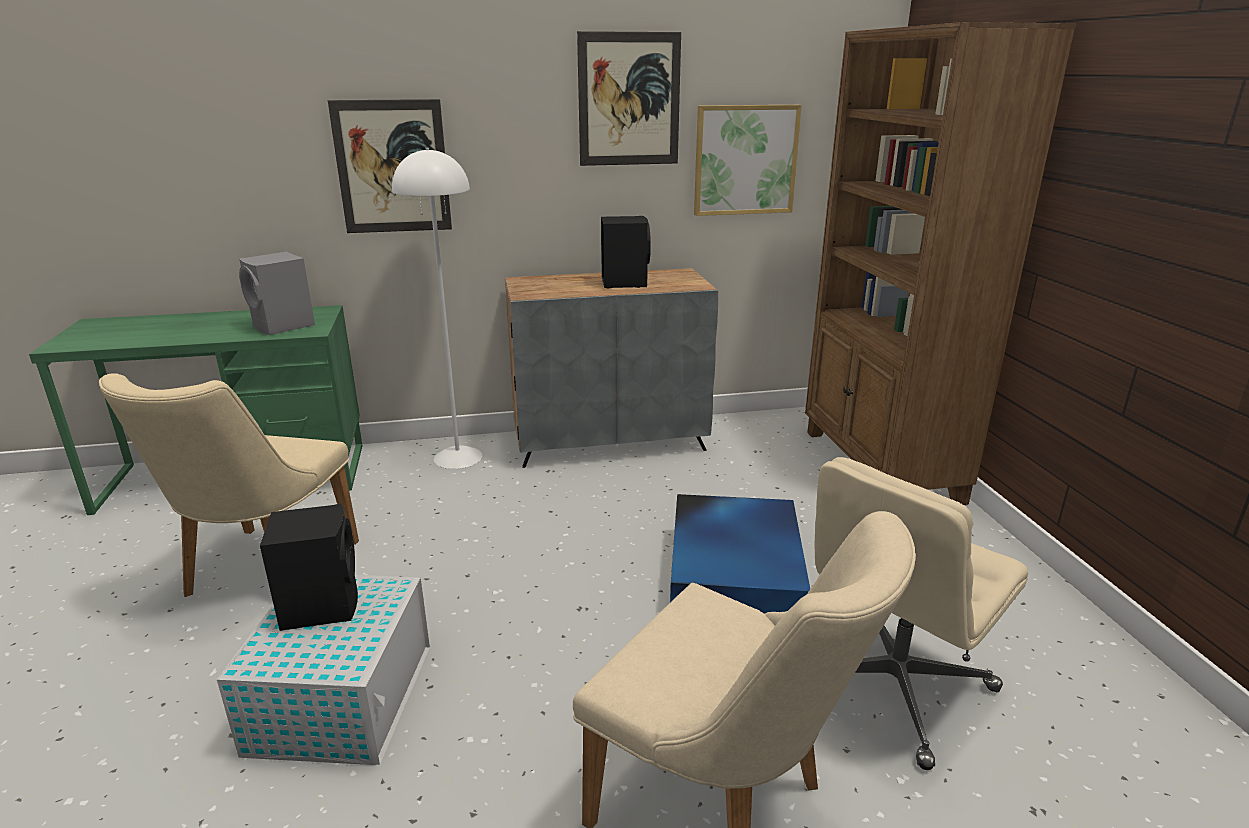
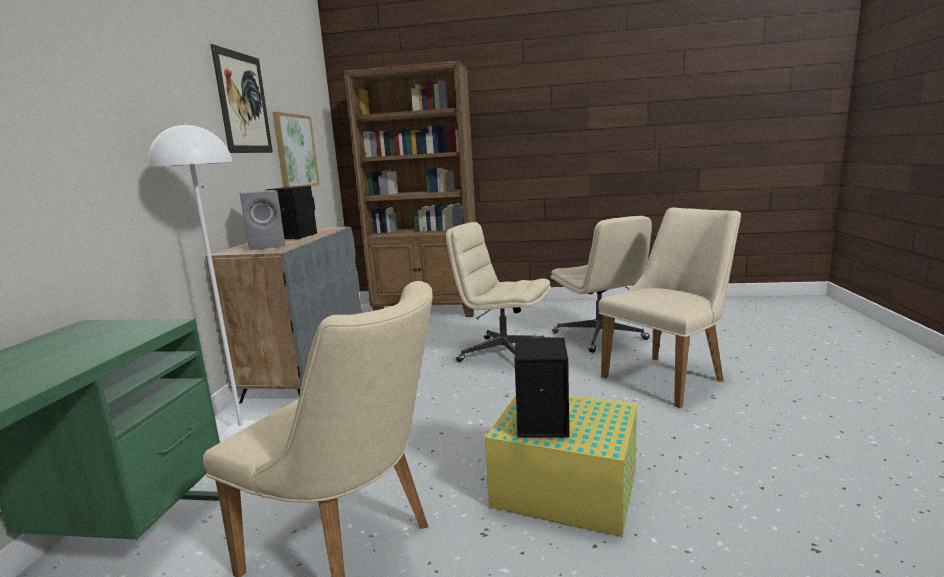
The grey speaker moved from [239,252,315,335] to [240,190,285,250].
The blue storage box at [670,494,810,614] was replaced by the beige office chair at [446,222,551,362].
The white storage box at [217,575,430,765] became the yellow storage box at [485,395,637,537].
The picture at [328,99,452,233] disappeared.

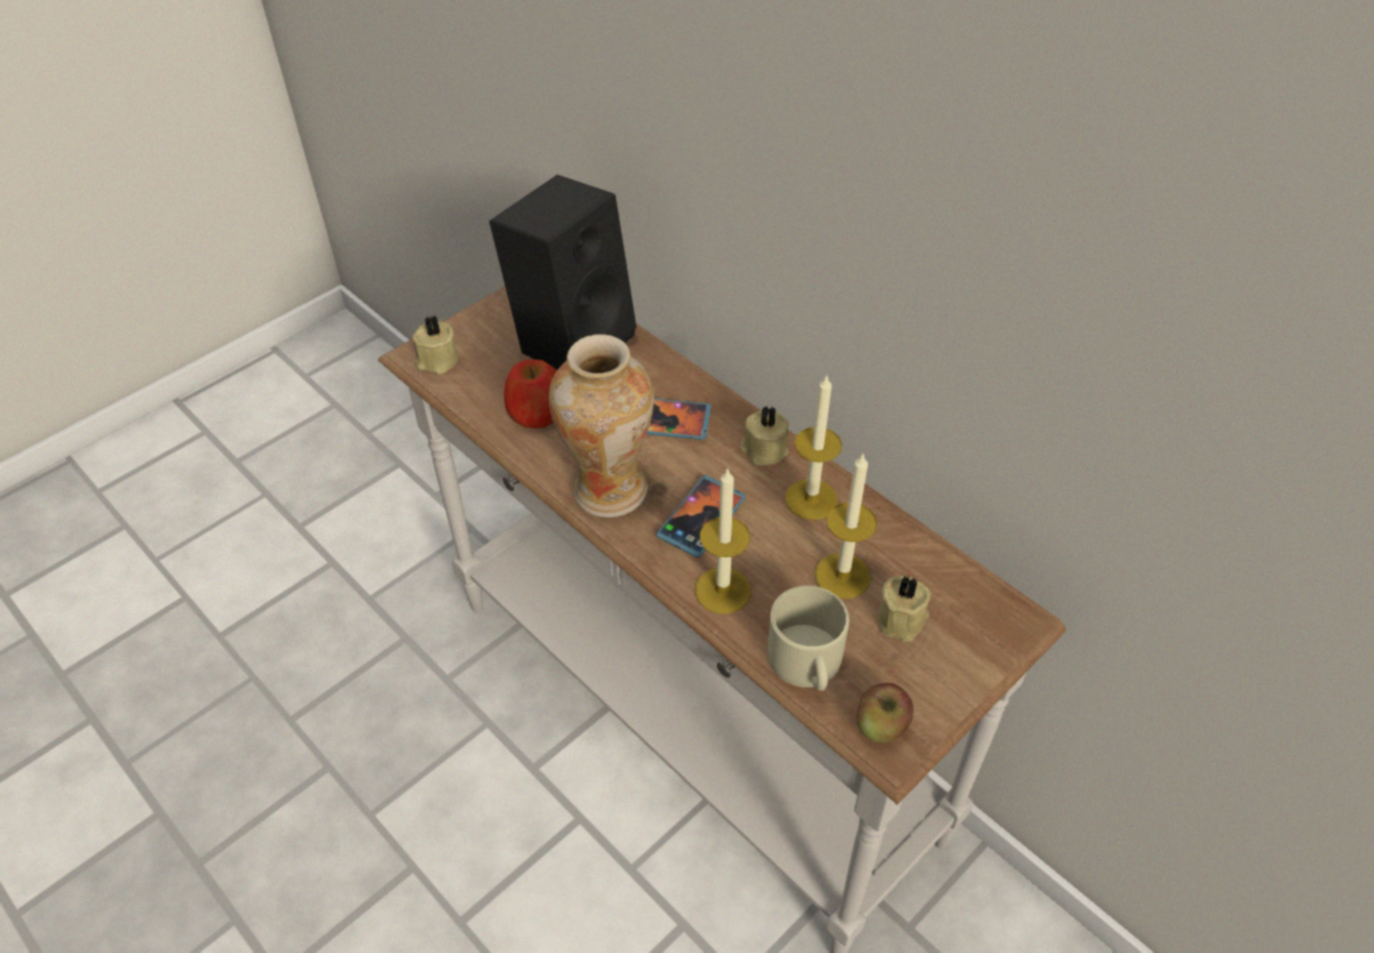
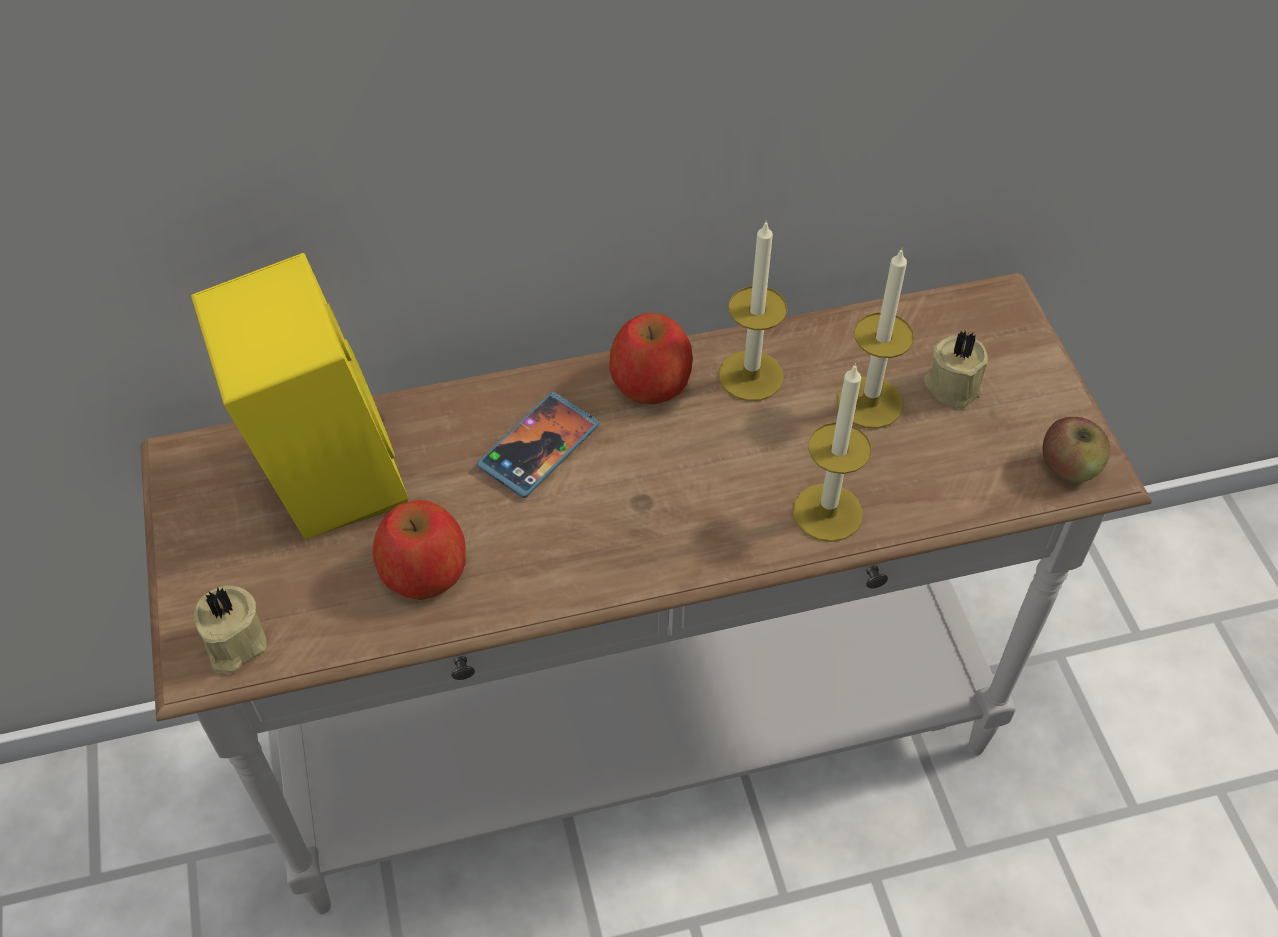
The black speaker at [489,175,636,370] became the yellow speaker at [191,253,409,540].
The beige candle at [740,406,789,466] was replaced by the apple at [609,313,693,404].
The vase at [549,334,654,517] disappeared.
The phone at [656,475,746,558] disappeared.
The beige mug at [768,586,849,691] disappeared.

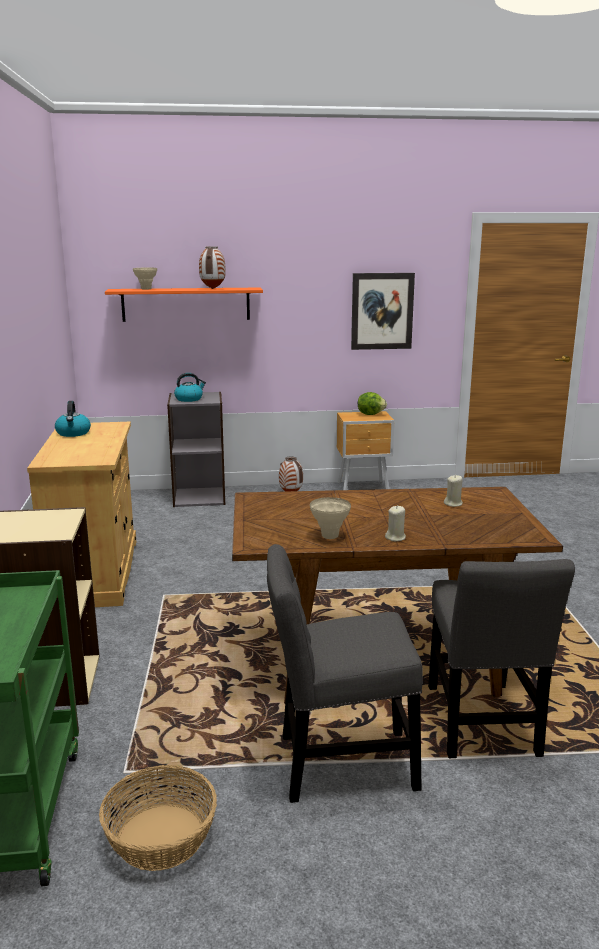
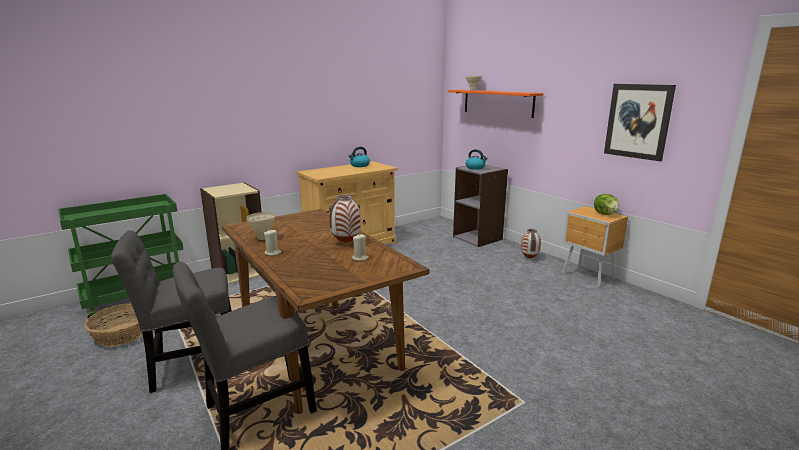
The grey chair at [267,544,423,803] turned 75 degrees counterclockwise.
The vase moved from [199,246,226,289] to [329,195,361,243].

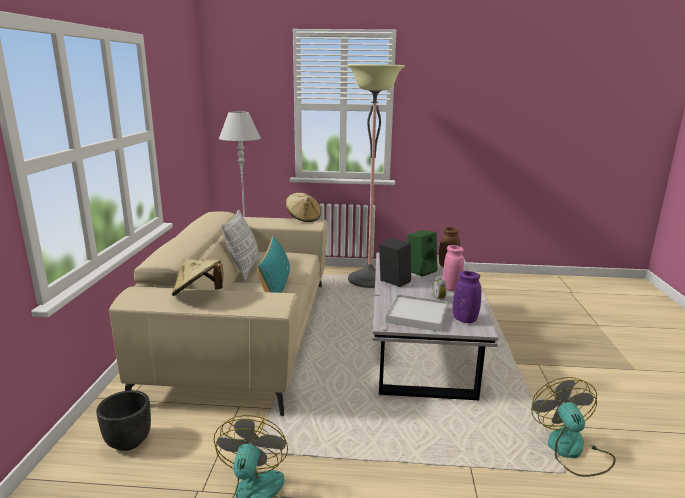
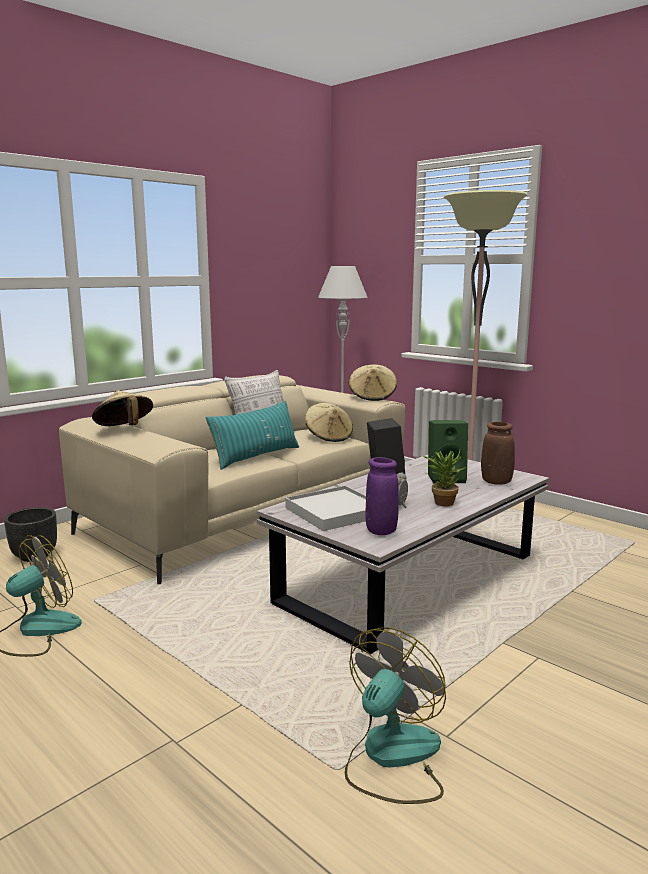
The beige hat at [305,403,353,442] appeared.
The pink vase at [443,245,464,291] was replaced by the potted plant at [423,447,466,506].

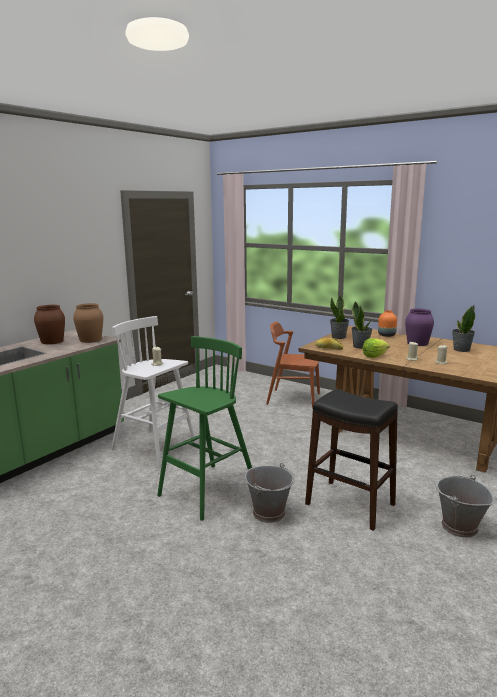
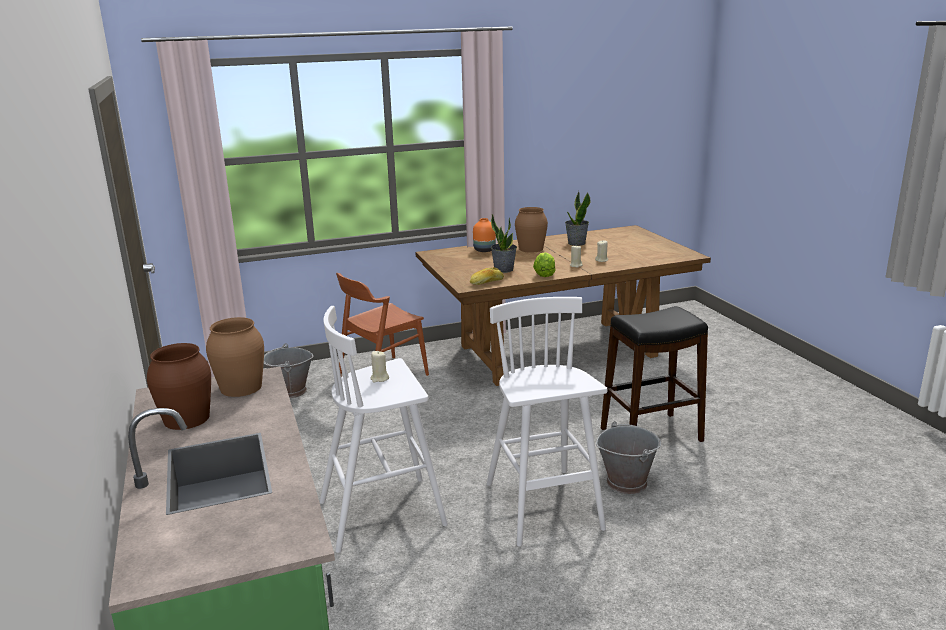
The grey bucket moved from [436,475,494,538] to [264,343,314,399].
The green stool at [157,336,252,521] became the white stool at [487,297,608,547].
The purple vase at [405,308,434,346] became the brown vase at [515,207,548,253].
The potted plant at [330,295,349,339] disappeared.

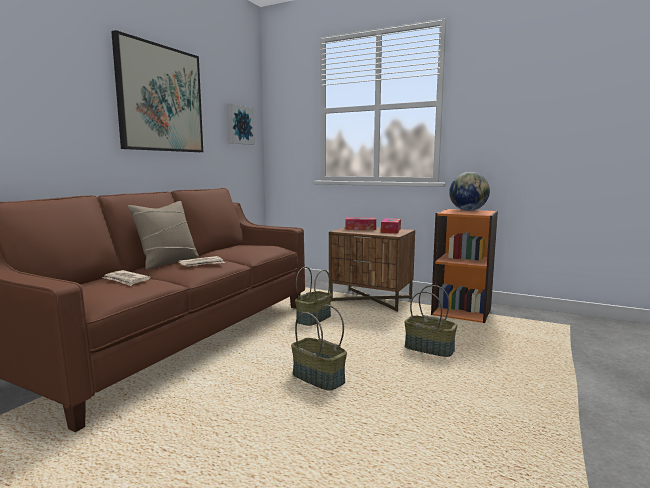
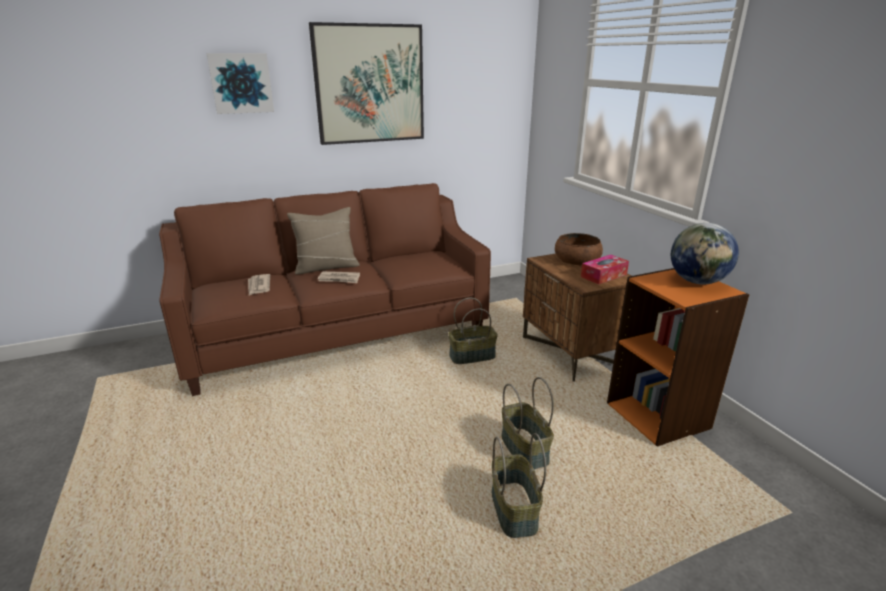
The picture moved from [227,103,255,145] to [207,53,274,114].
The basket moved from [291,305,347,390] to [492,433,546,538].
The tissue box at [345,217,376,230] was replaced by the brown bowl at [555,233,603,266].

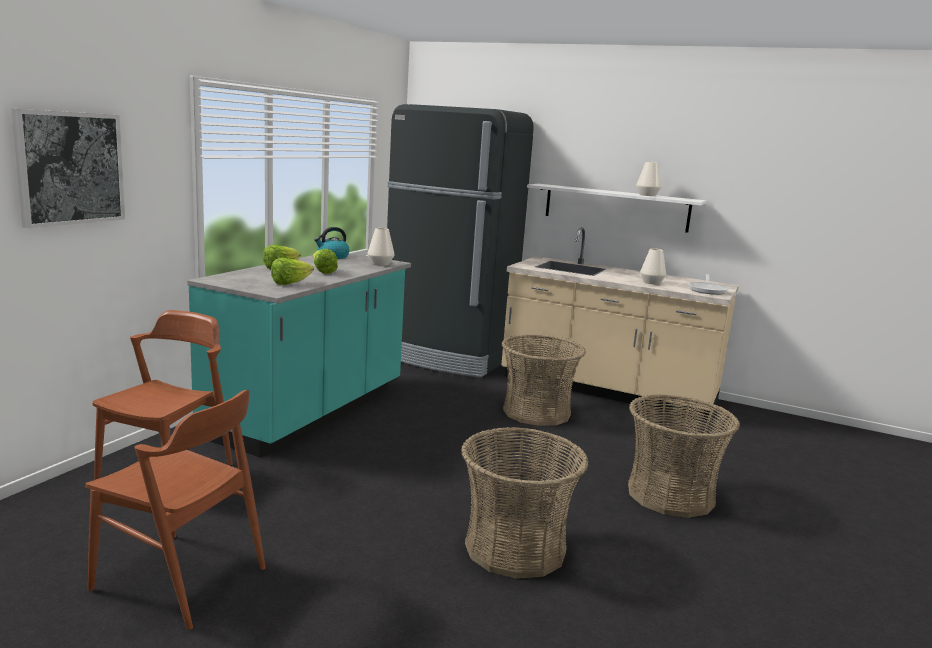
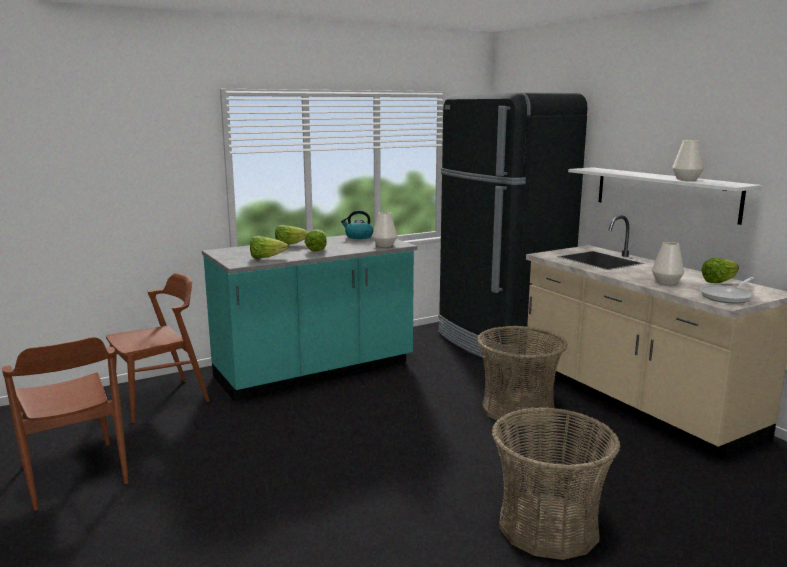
The lettuce at [701,258,739,283] appeared.
The picture at [12,109,125,228] disappeared.
The basket at [461,427,589,579] disappeared.

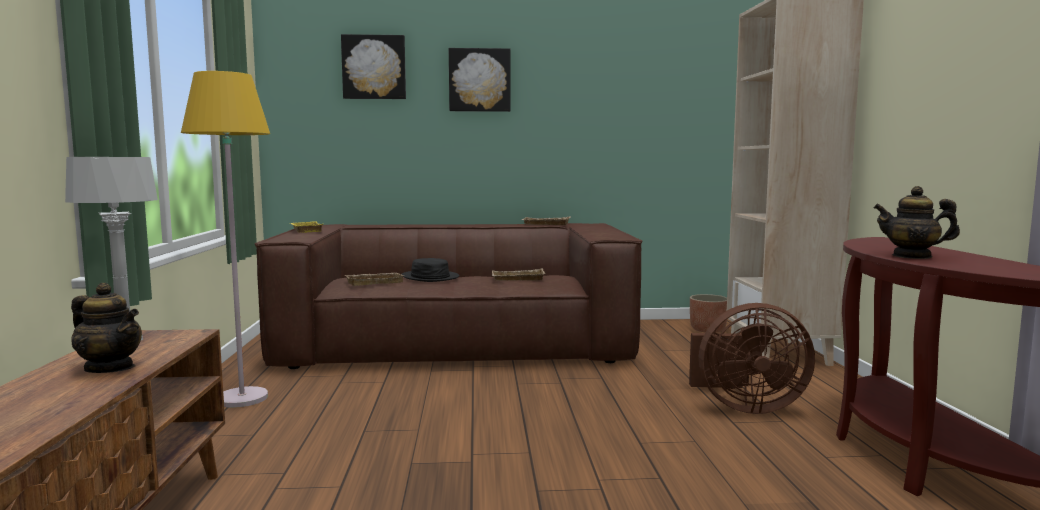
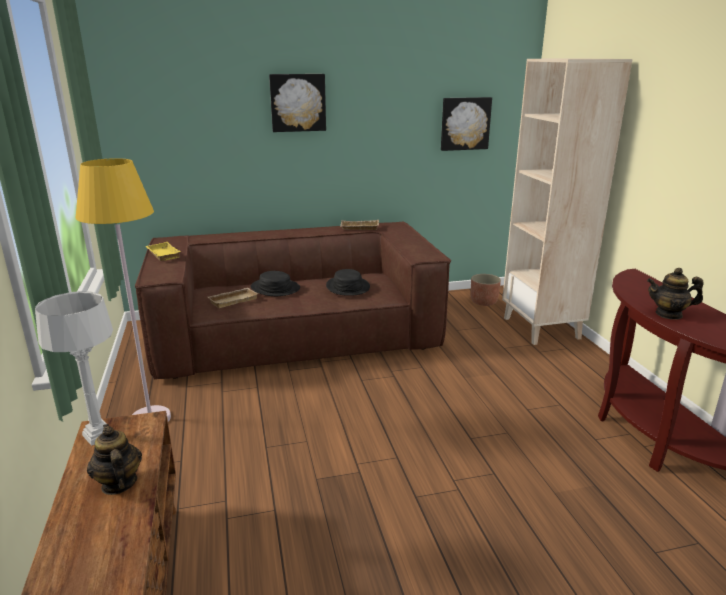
The teapot at [71,283,142,373] turned 135 degrees counterclockwise.
The beige tray at [492,269,545,281] was replaced by the black hat at [326,269,370,296].
The picture moved from [341,34,406,99] to [441,97,492,151].
The brown fan at [689,303,815,414] disappeared.

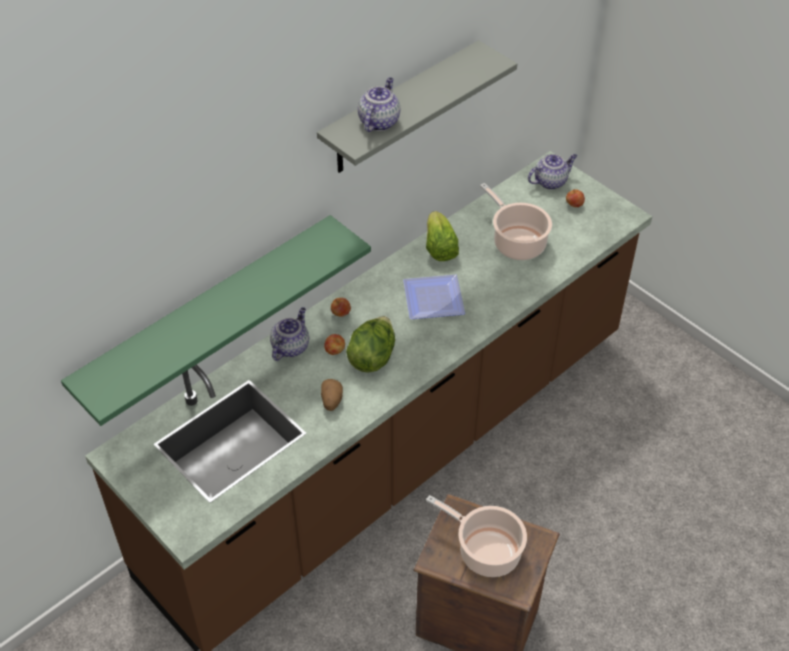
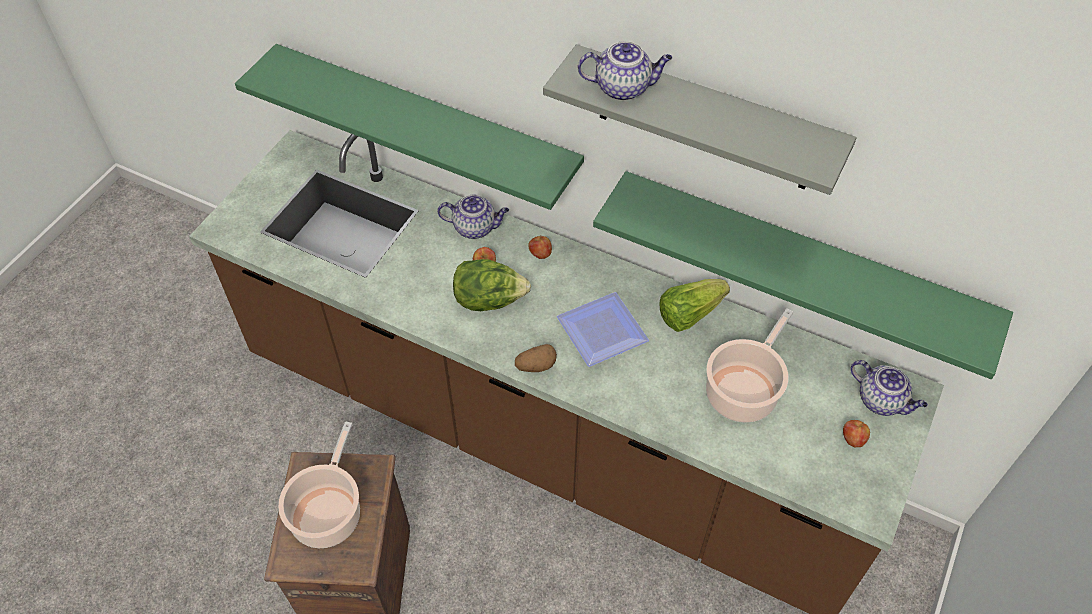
The potato moved from [321,379,343,411] to [515,344,557,372].
The green shelf at [593,171,1013,379] appeared.

